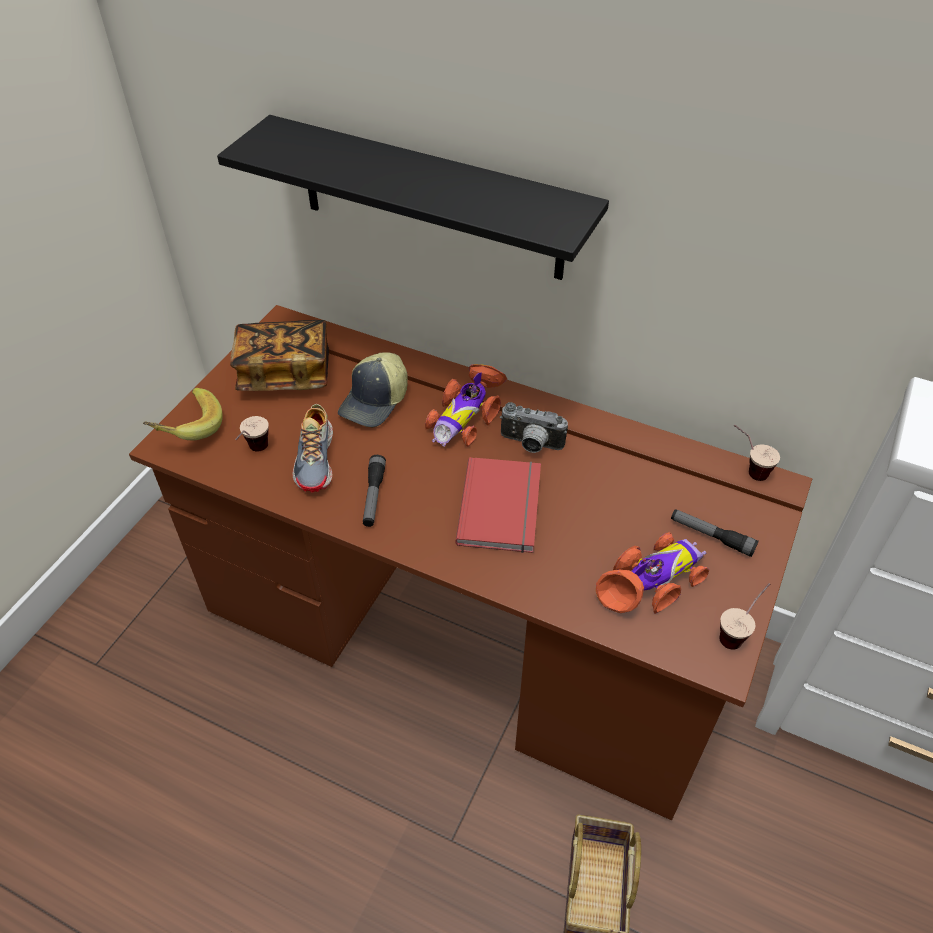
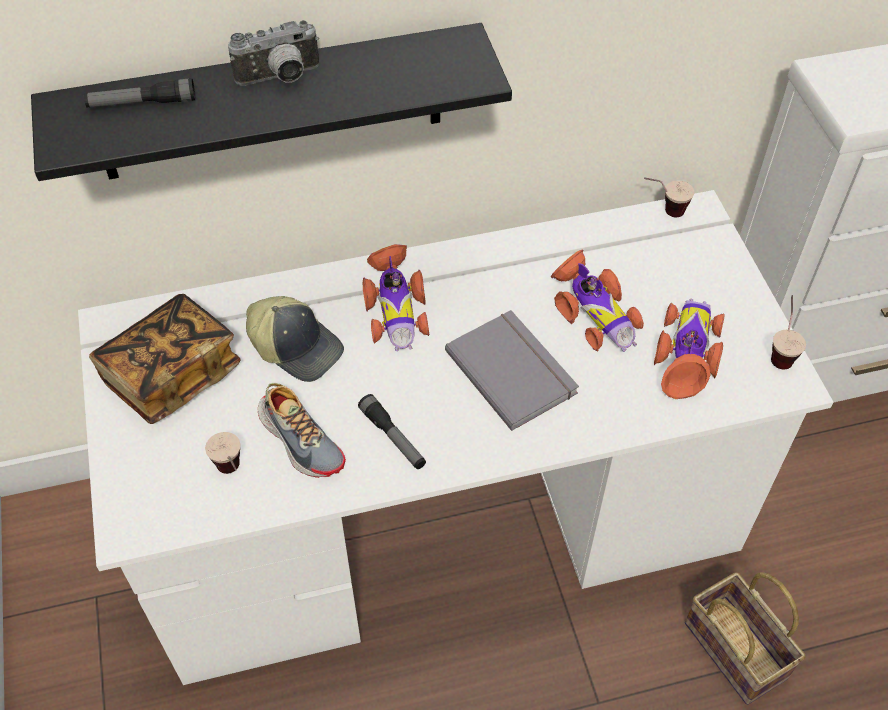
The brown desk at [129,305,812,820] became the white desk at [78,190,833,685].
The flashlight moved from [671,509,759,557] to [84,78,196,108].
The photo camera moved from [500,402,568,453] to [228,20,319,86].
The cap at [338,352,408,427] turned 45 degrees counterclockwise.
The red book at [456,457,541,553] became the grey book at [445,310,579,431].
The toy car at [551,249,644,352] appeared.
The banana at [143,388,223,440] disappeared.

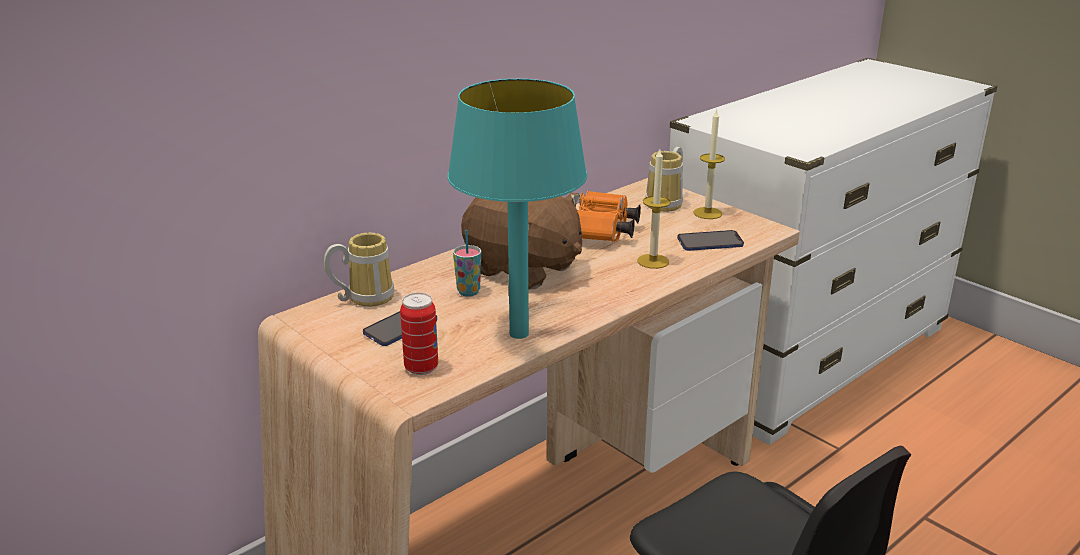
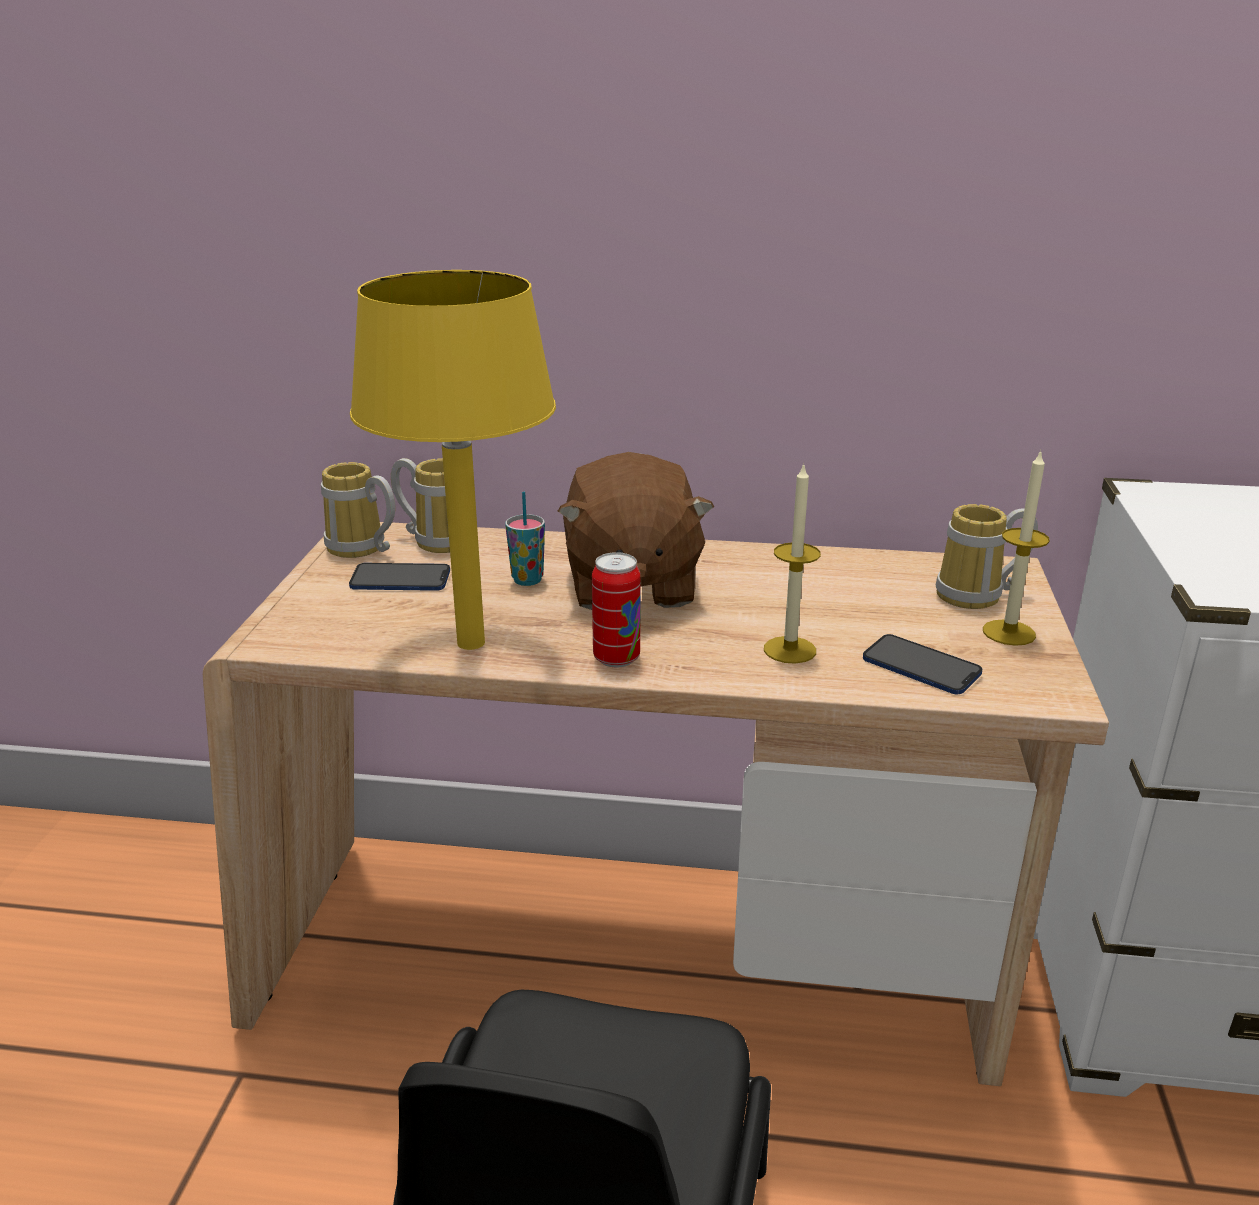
The mug at [321,462,395,558] appeared.
The turquoise table lamp at [447,79,587,339] became the yellow table lamp at [350,270,556,650].
The can moved from [400,293,438,375] to [592,552,641,667].
The orange binoculars at [577,191,641,242] disappeared.

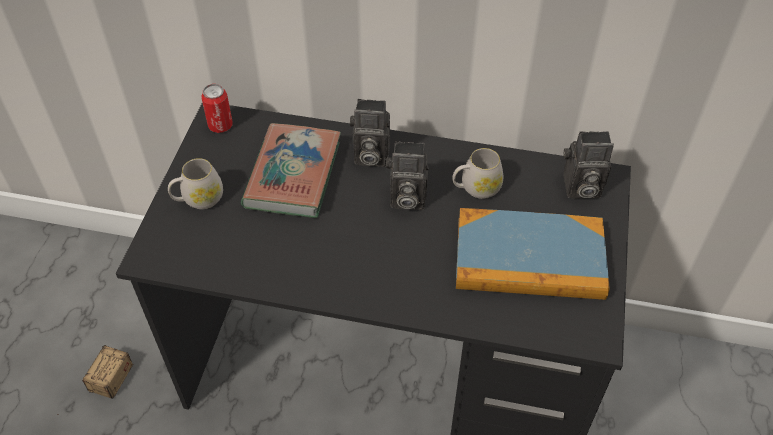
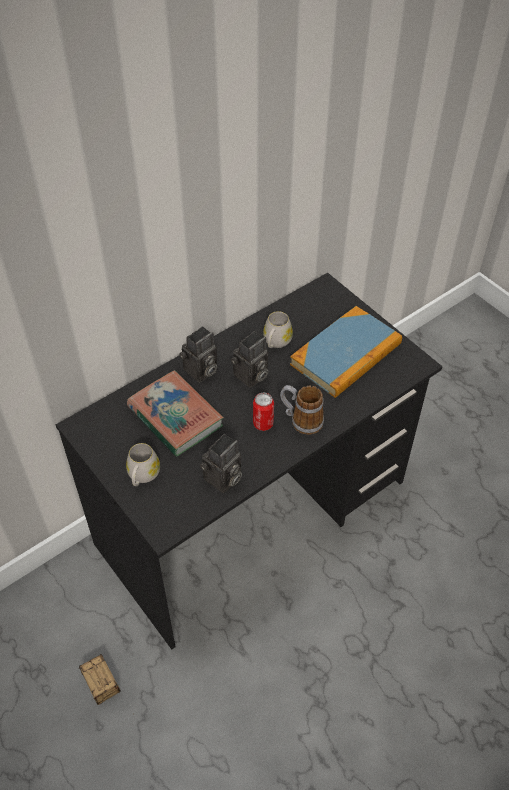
The photo camera moved from [563,131,614,199] to [200,434,242,493].
The can moved from [201,84,233,133] to [253,392,274,431].
The mug at [280,385,324,435] appeared.

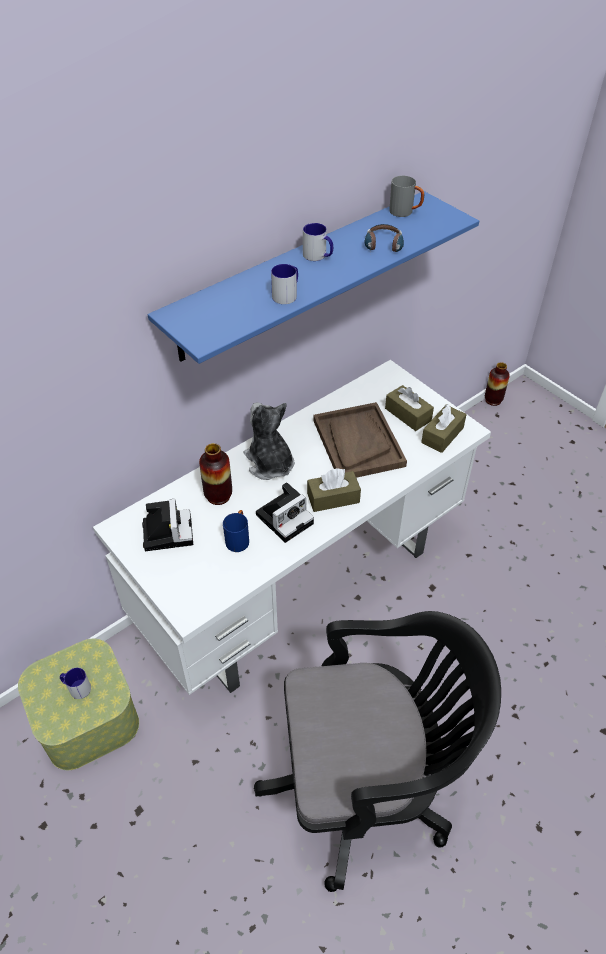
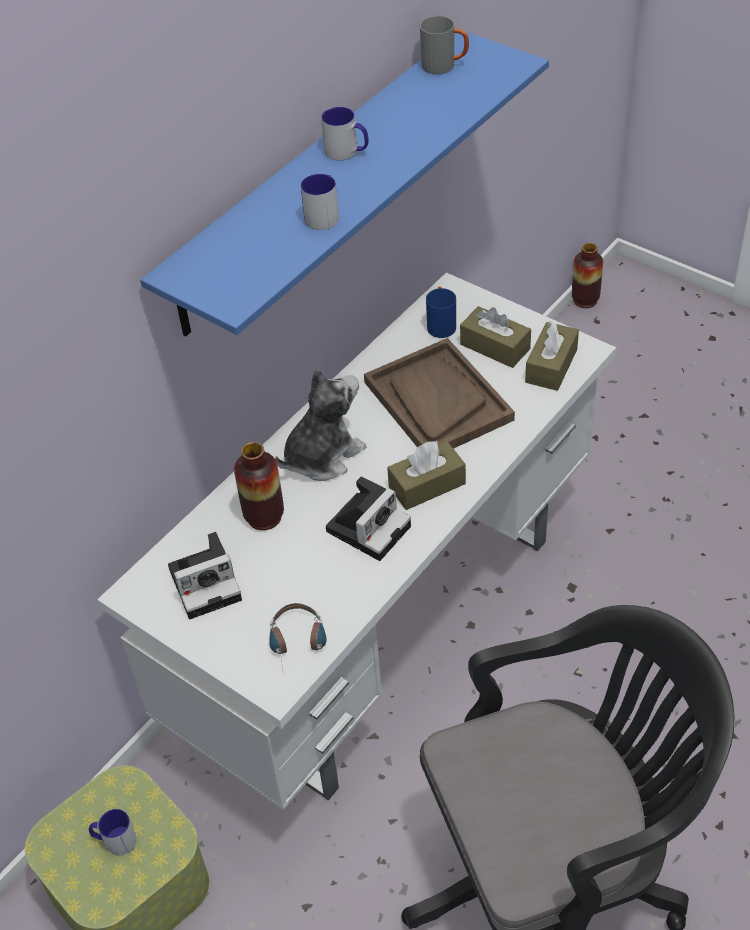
The photo camera at [142,499,193,551] turned 90 degrees clockwise.
The headphones moved from [365,224,404,252] to [269,603,327,670].
The plush toy at [244,403,294,480] turned 90 degrees clockwise.
The blue mug moved from [223,510,249,552] to [426,286,456,338].

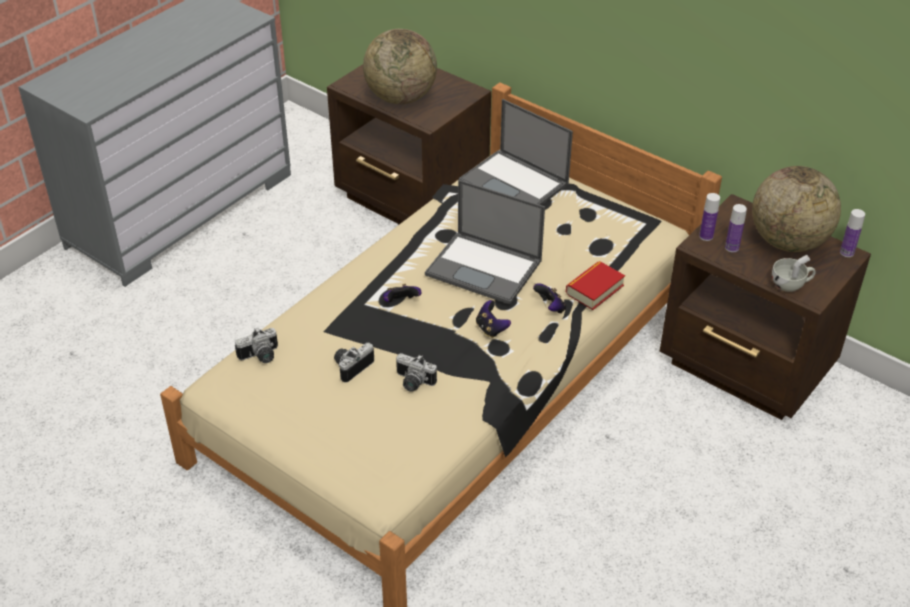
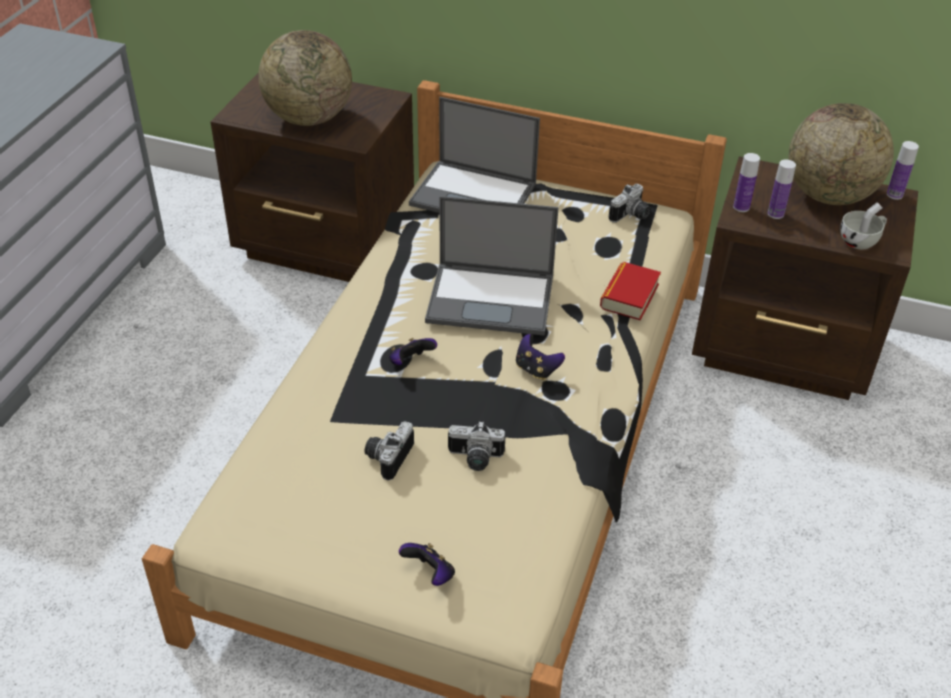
The game controller moved from [533,283,566,313] to [399,543,455,586].
The photo camera moved from [235,327,278,363] to [609,184,651,223].

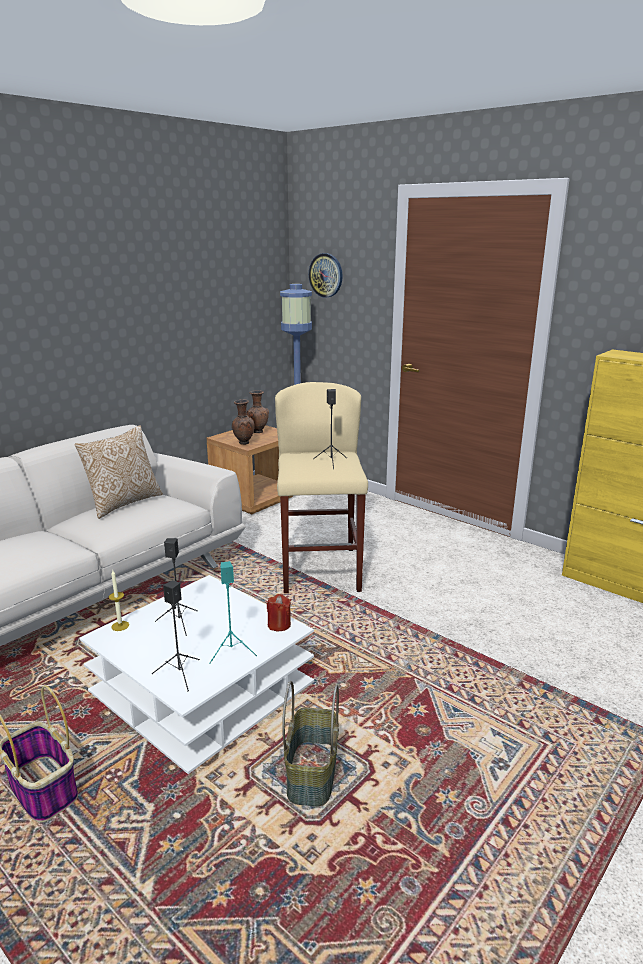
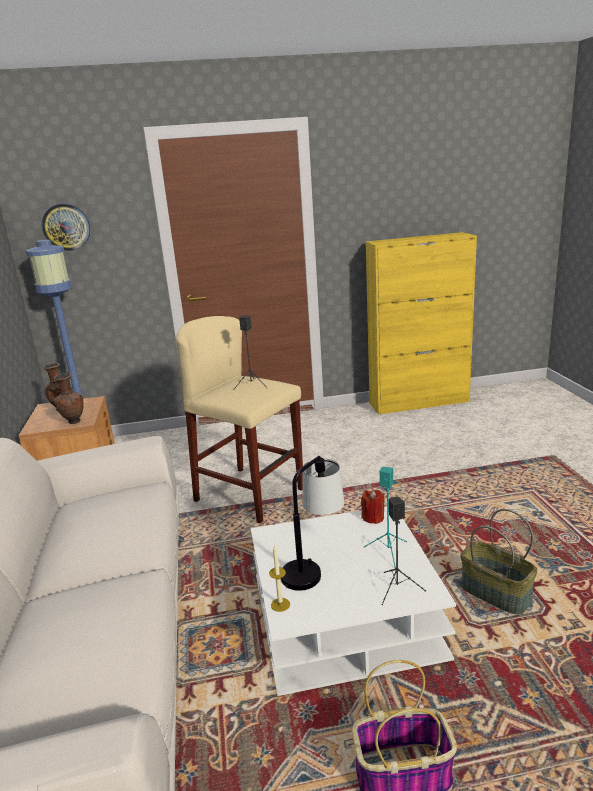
The black speaker at [155,538,198,636] was replaced by the table lamp at [281,456,344,591].
The pillow at [74,425,163,519] disappeared.

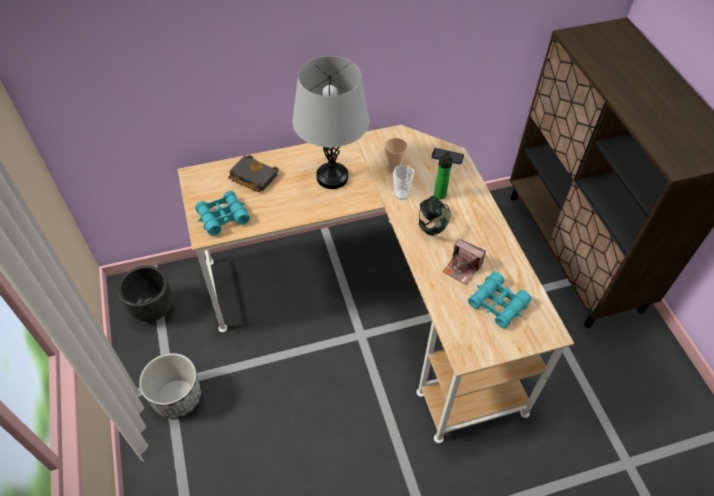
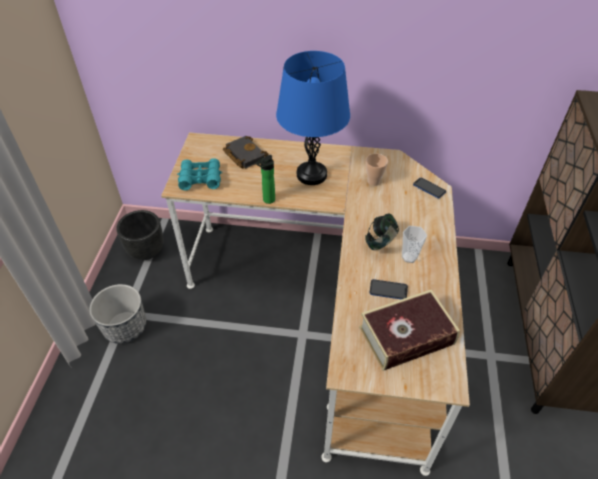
The bottle moved from [434,152,453,200] to [256,155,275,204].
The grey table lamp at [292,56,369,189] became the blue table lamp at [276,51,350,185].
The turquoise binoculars at [468,272,532,329] was replaced by the book at [359,289,460,371].
The photo camera at [442,239,486,285] was replaced by the phone at [369,279,408,299].
The cup moved from [393,165,414,200] to [402,226,427,263].

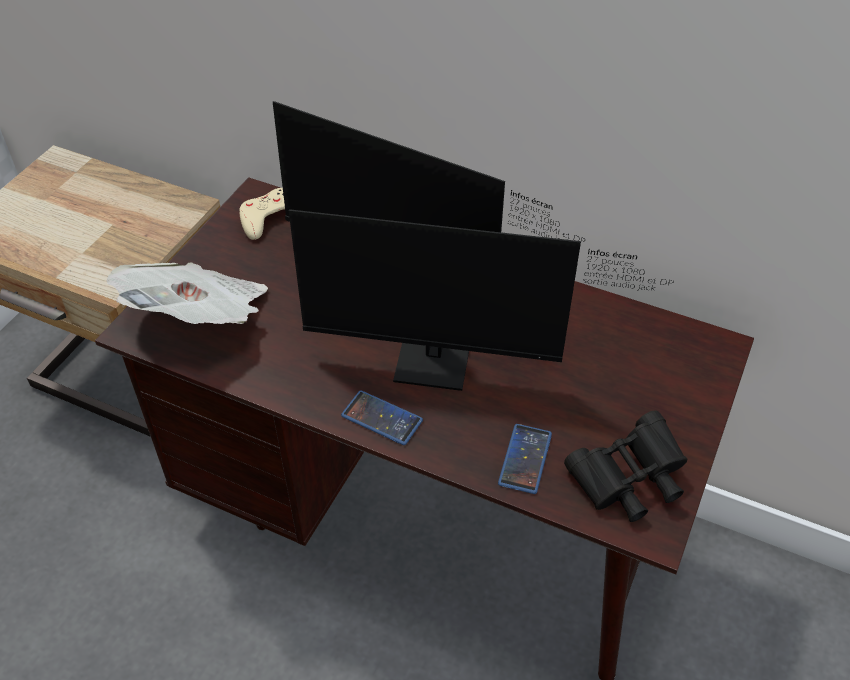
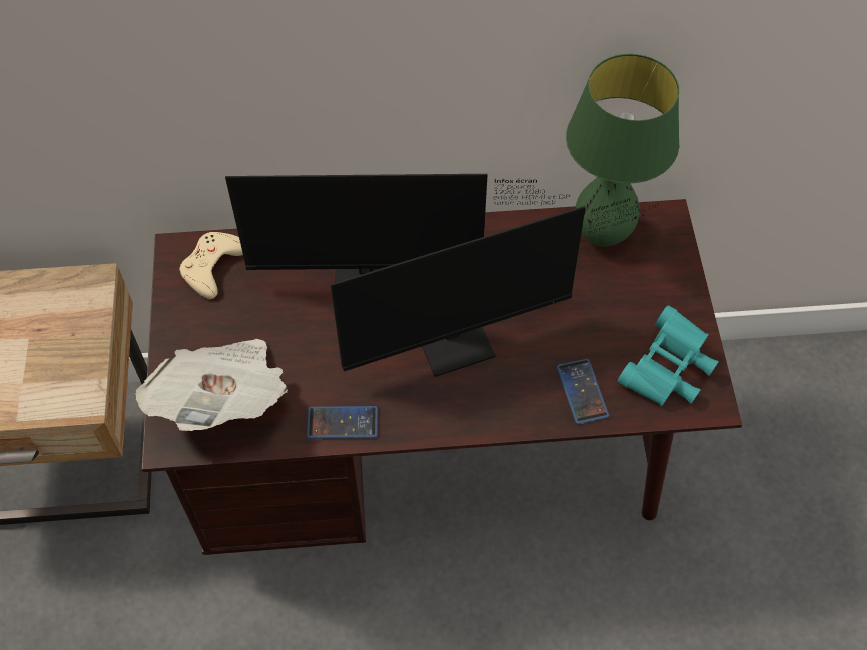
The phone moved from [341,390,423,445] to [307,406,378,439].
The green table lamp at [566,54,679,247] appeared.
The black binoculars at [564,410,687,522] became the turquoise binoculars at [618,306,719,407].

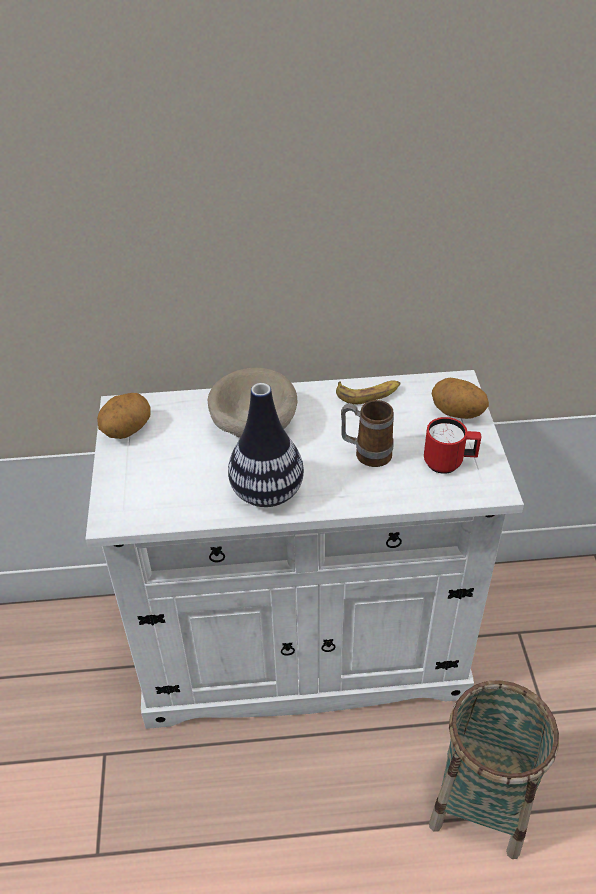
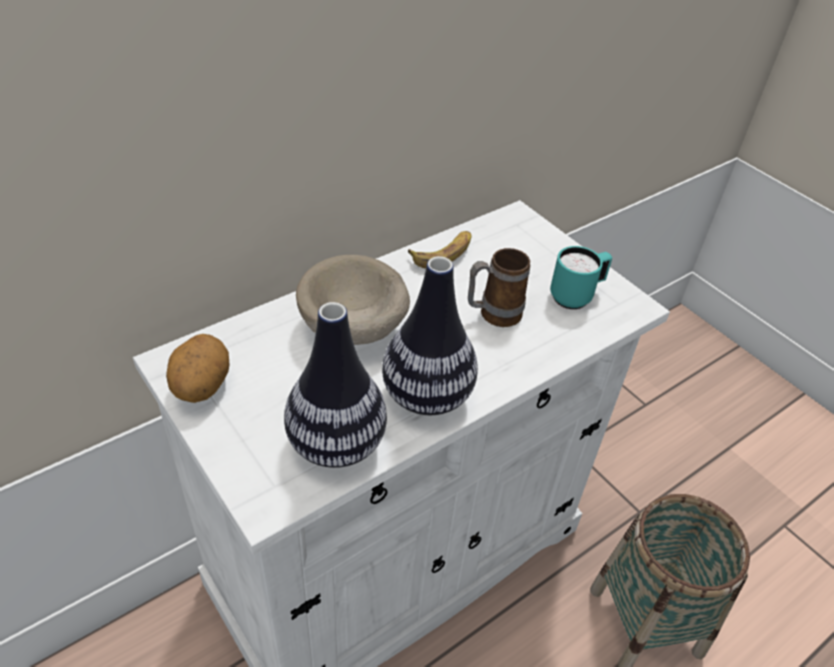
The vase at [284,302,387,468] appeared.
The red mug at [424,417,481,474] became the turquoise mug at [550,246,612,309].
The potato at [432,378,489,419] disappeared.

